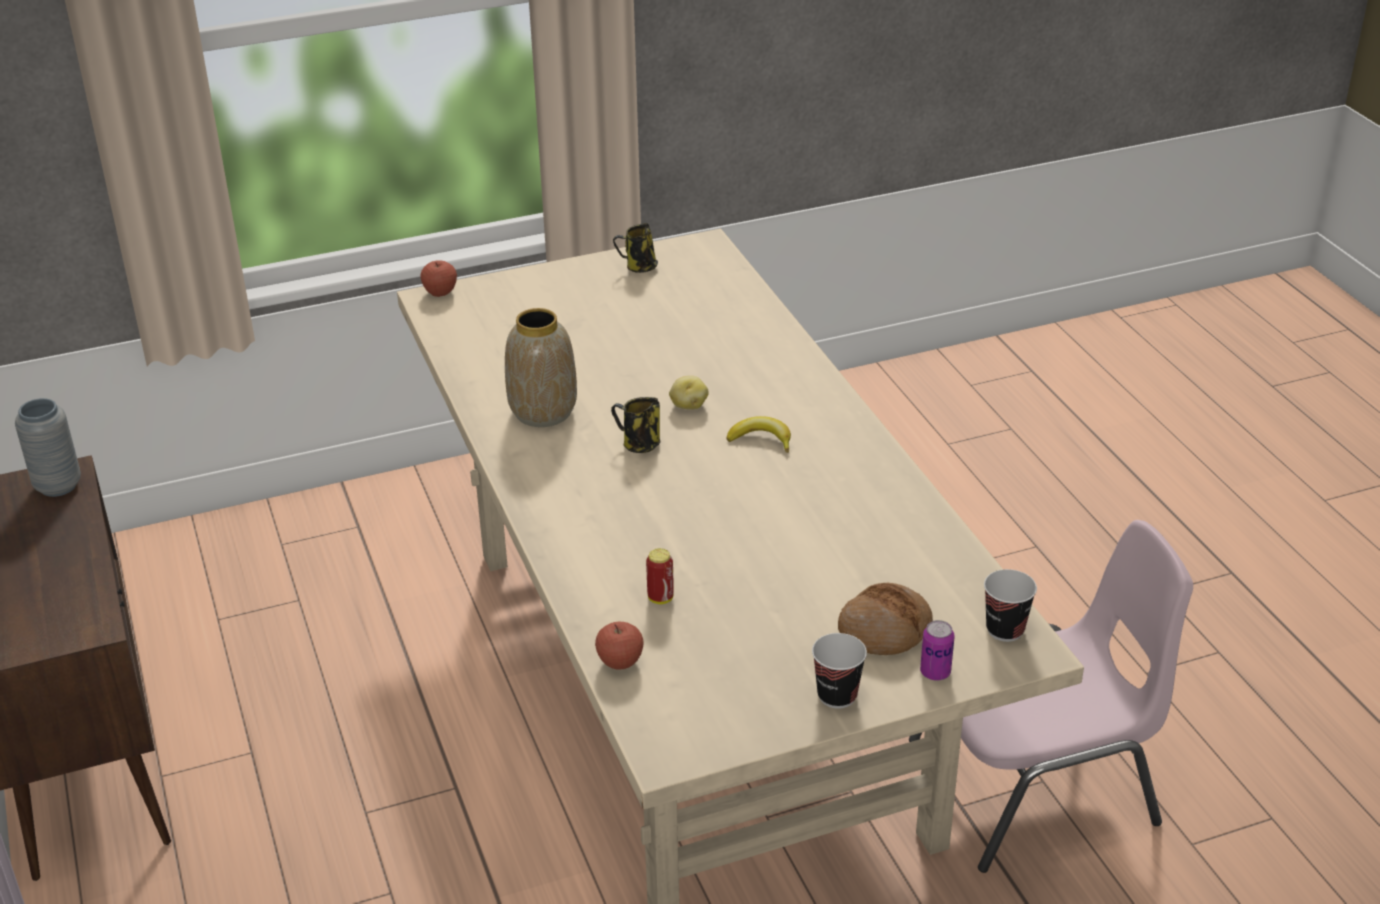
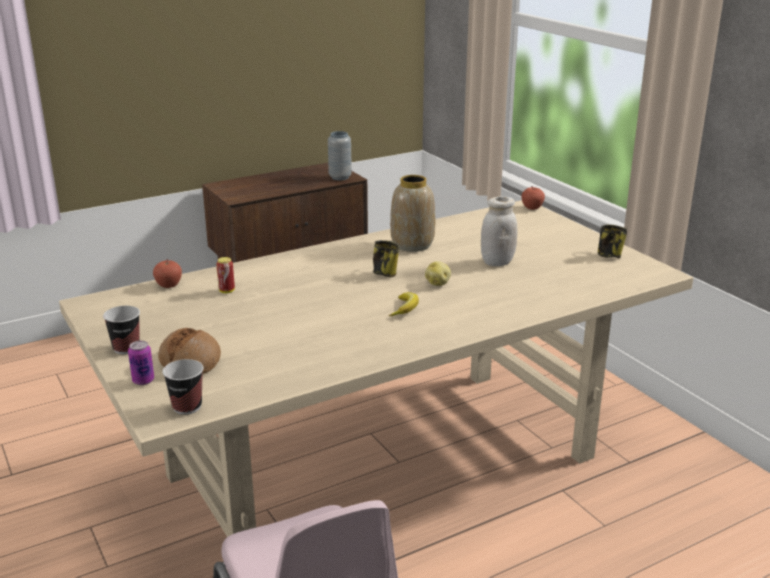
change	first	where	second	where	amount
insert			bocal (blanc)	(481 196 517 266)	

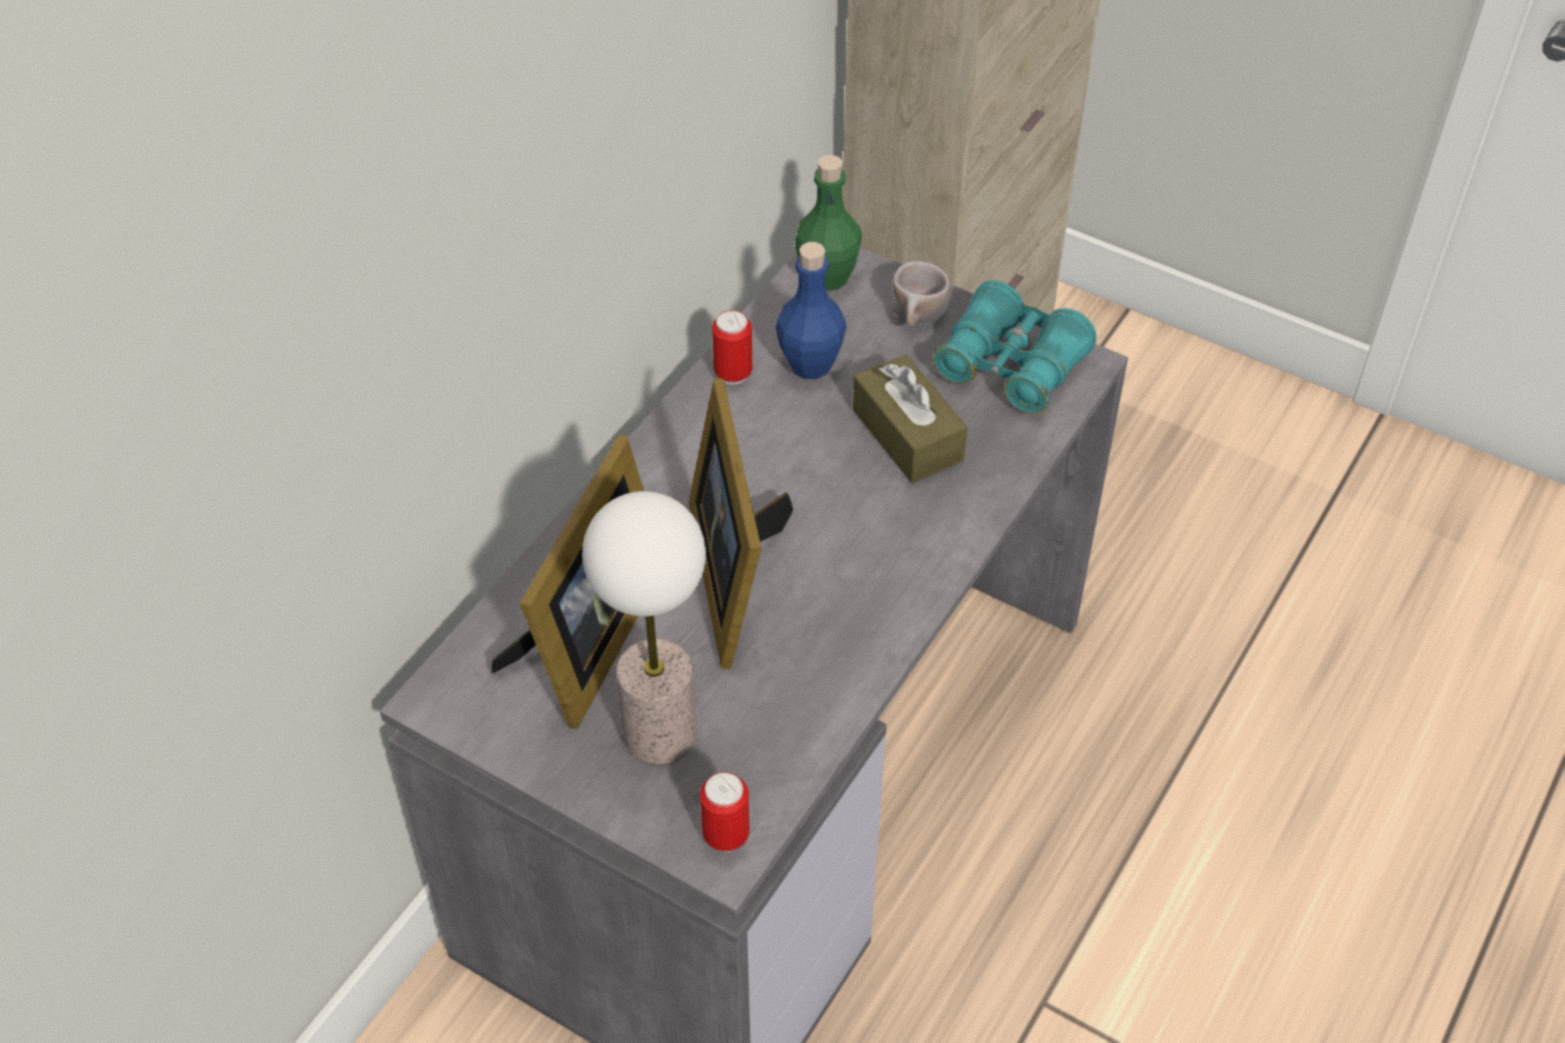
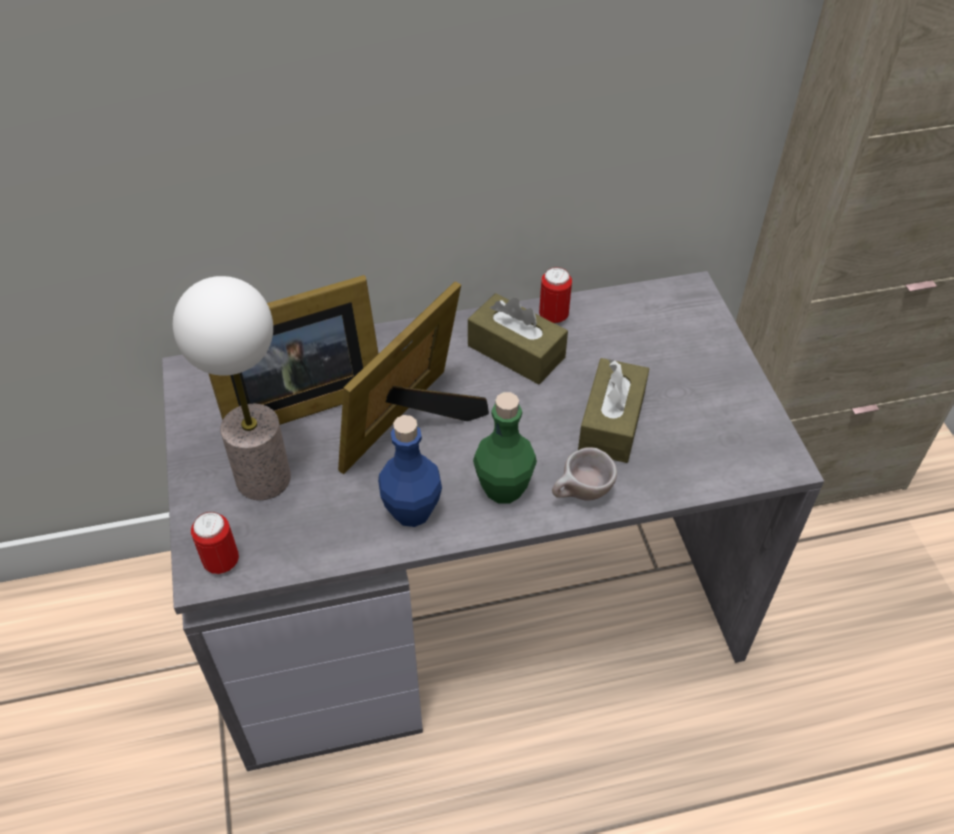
change	first	where	second	where	amount
delete	jumelles (turquoise)	(932 280 1096 414)			
insert			boîte à mouchoirs (marron)	(468 293 568 384)	
move	bouteille (bleu)	(776 242 847 379)		(378 415 442 527)	
move	bouteille (vert)	(795 155 862 291)		(473 392 537 504)	
move	tasse (beige)	(893 261 950 326)		(552 448 617 501)	

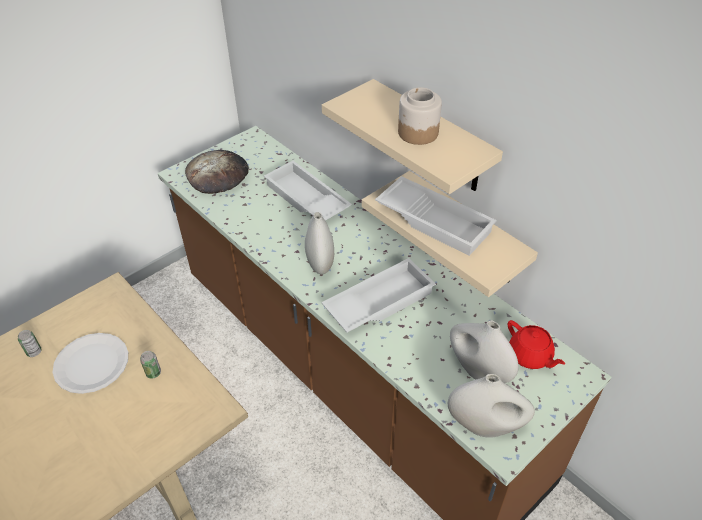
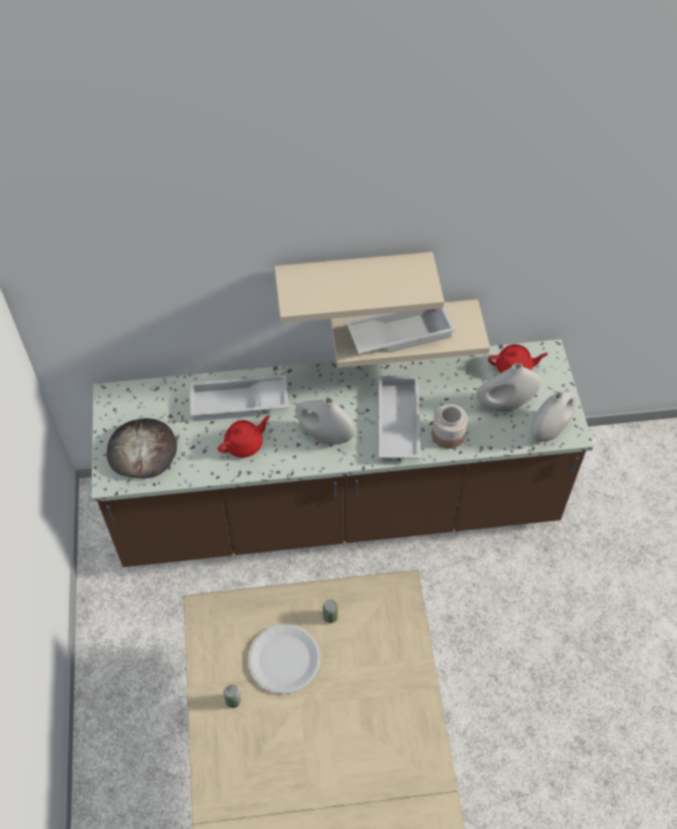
change	first	where	second	where	amount
insert			théière (rouge)	(218 416 270 458)	
move	bocal	(398 87 442 145)		(432 404 468 449)	

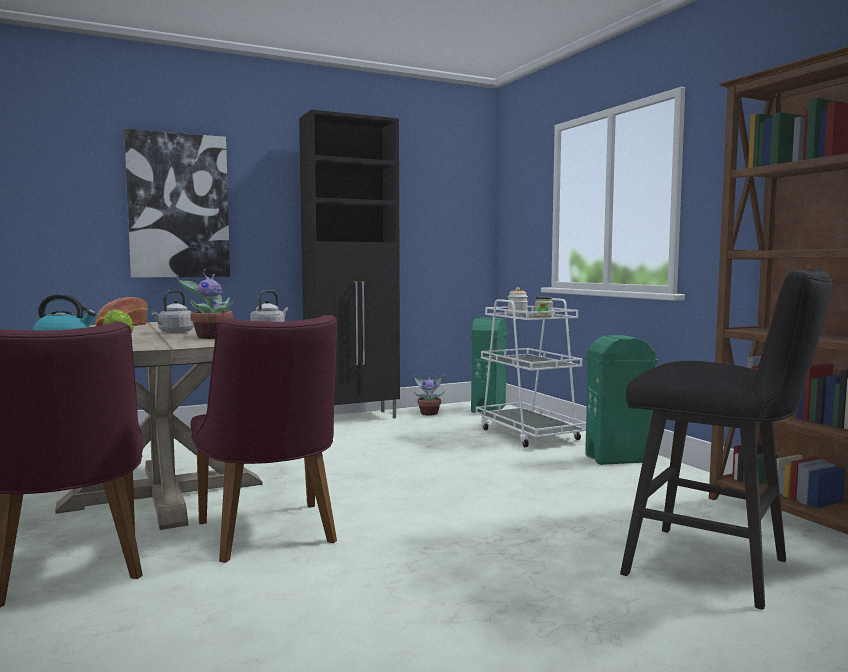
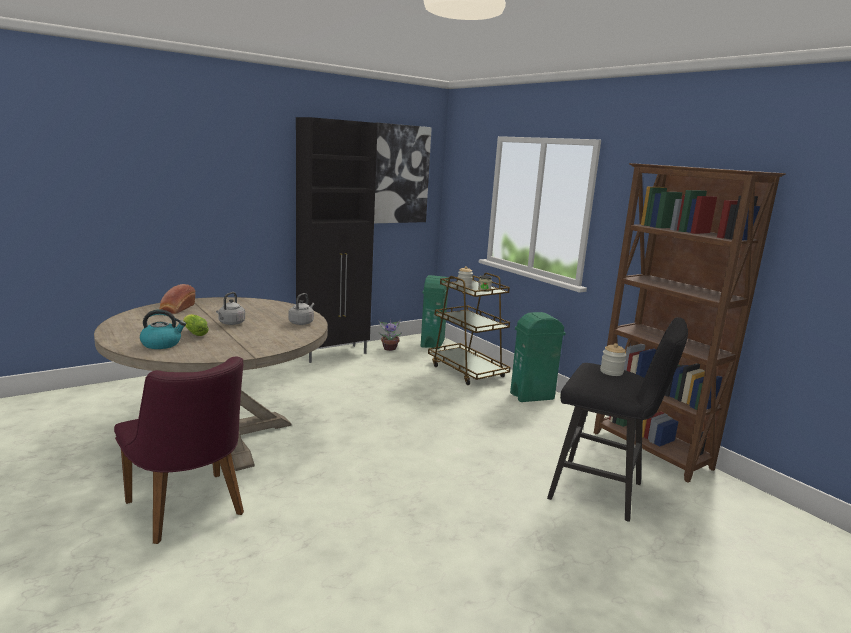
change	first	where	second	where	amount
delete	plante en pot	(176 269 233 339)			
delete	chaise (violet)	(190 315 337 563)			
insert			bocal	(600 343 626 376)	
move	tableau	(124 129 230 278)		(374 123 432 223)	
recolor	chariot (blanc)	(476 298 586 447)	chariot (marron)	(428 273 511 385)	

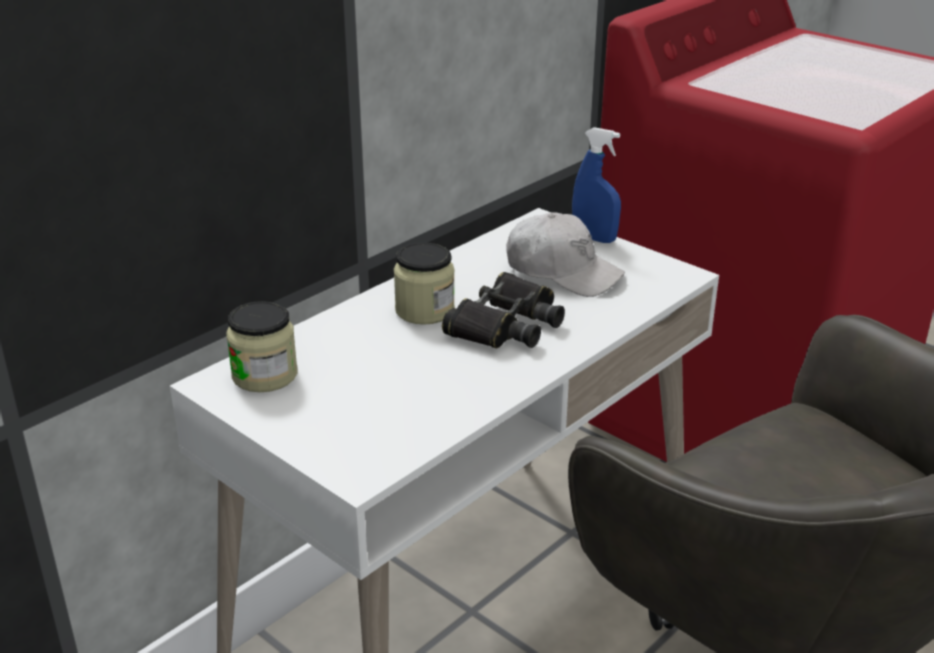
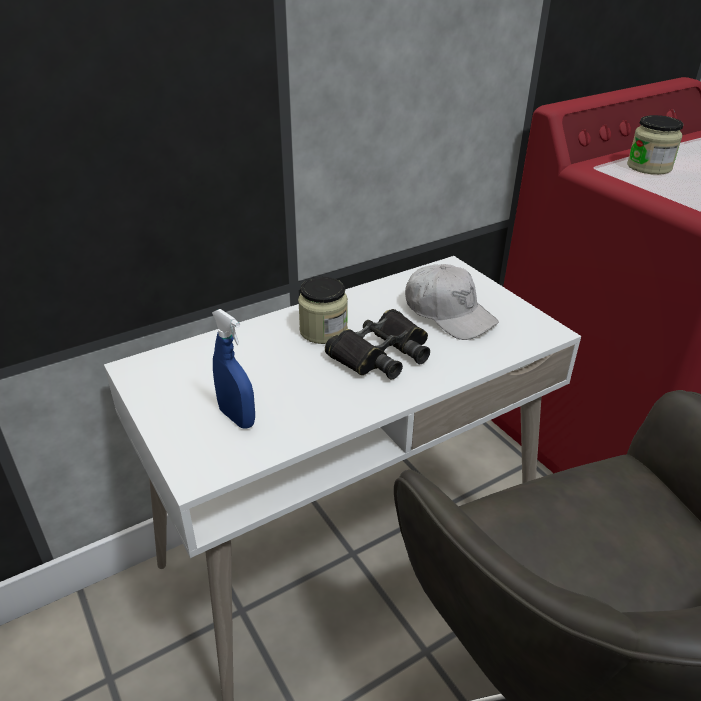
change	first	where	second	where	amount
move	bocal	(226 301 298 392)		(627 115 684 175)	
move	vaporisateur (bleu)	(572 127 621 243)		(212 309 255 428)	

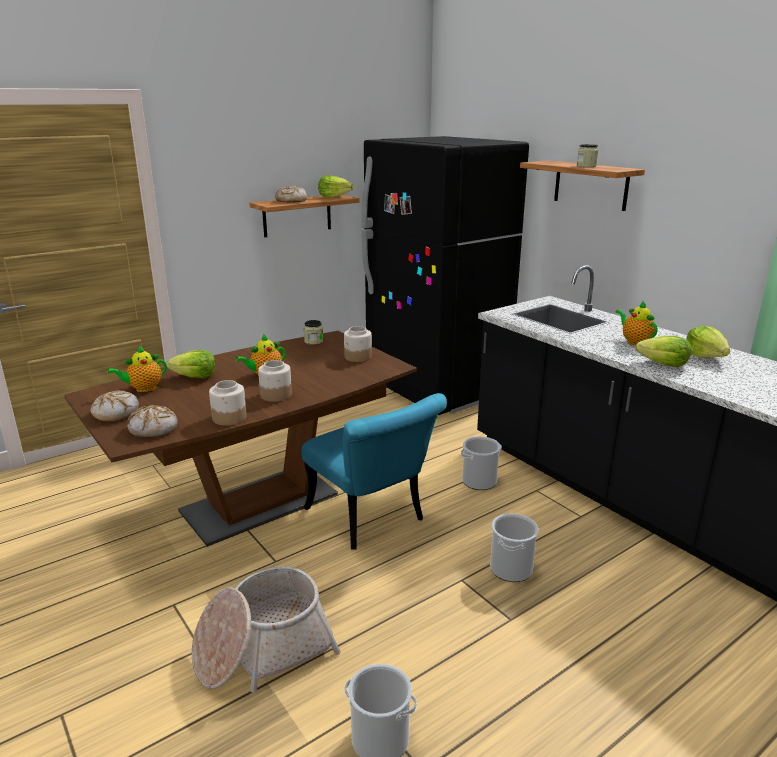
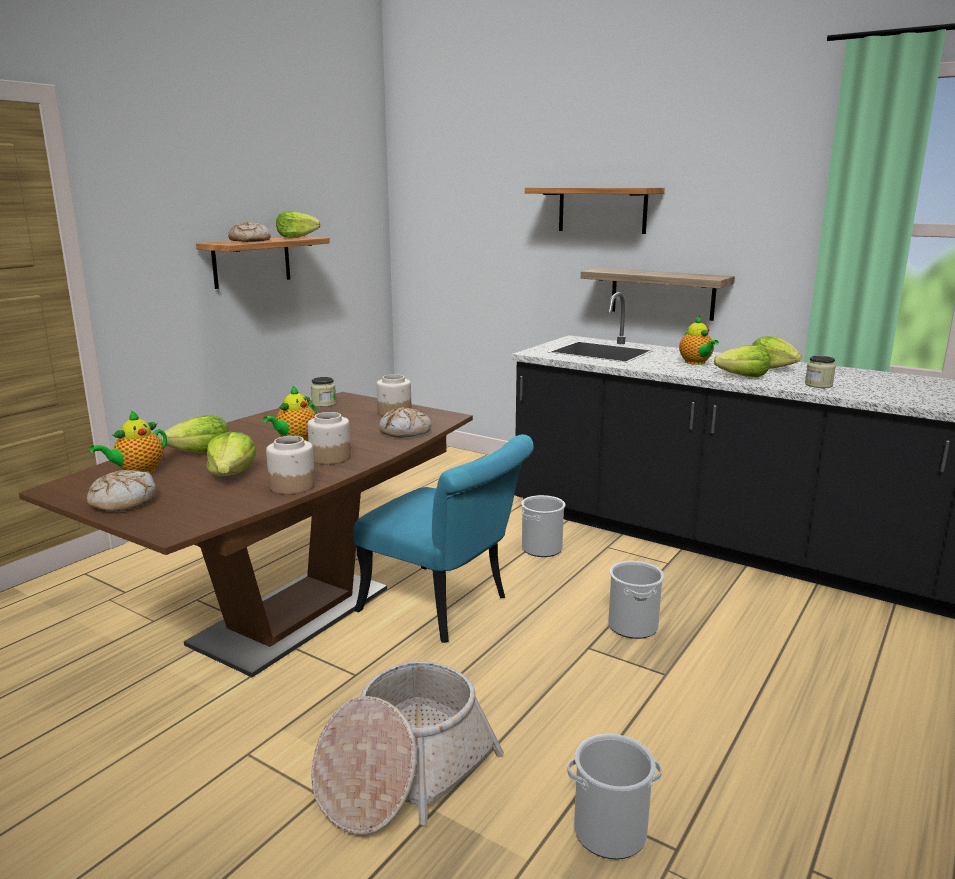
change	first	where	second	where	amount
delete	réfrigérateur (noir)	(361 136 529 415)			
insert			laitue	(206 432 256 476)	
insert			étagère	(581 268 735 321)	
move	pain	(127 405 178 437)		(379 407 431 438)	
move	bocal	(577 144 598 167)		(805 356 836 388)	
rotate	théière	(615 301 658 346)		(679 316 719 365)	150 degrees counterclockwise

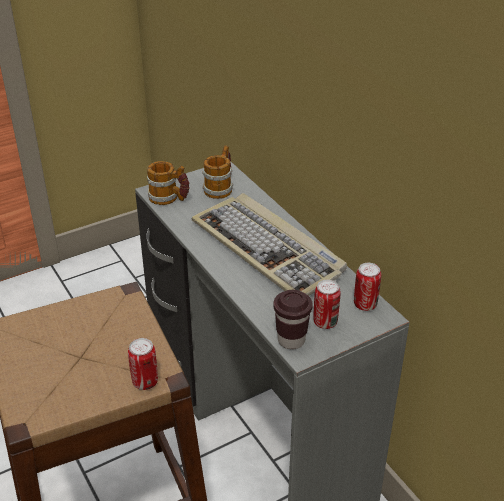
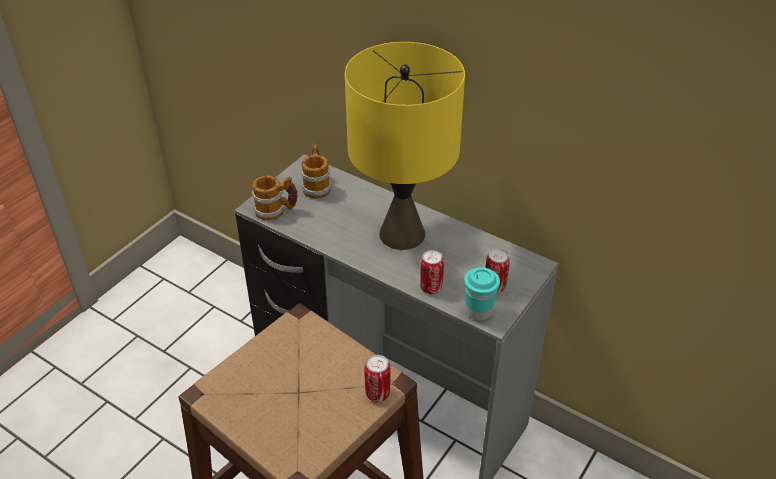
change	first	where	second	where	amount
move	boîte métallique	(354 263 381 311)		(420 250 444 294)	
replace	clavier	(192 193 347 296)	lampe de table (jaune)	(345 42 465 250)	
recolor	tasse (marron)	(273 290 313 349)	tasse (turquoise)	(464 267 500 321)	

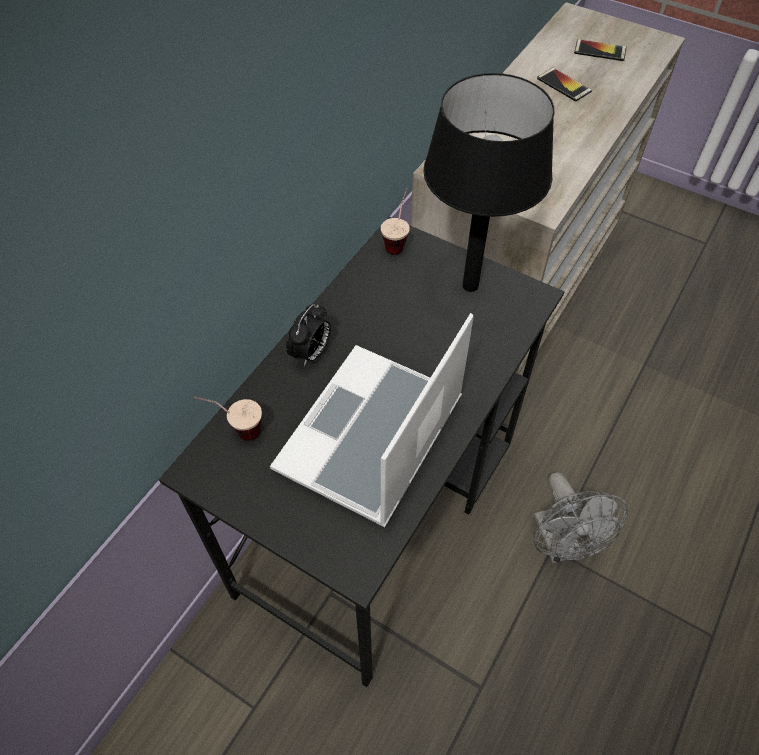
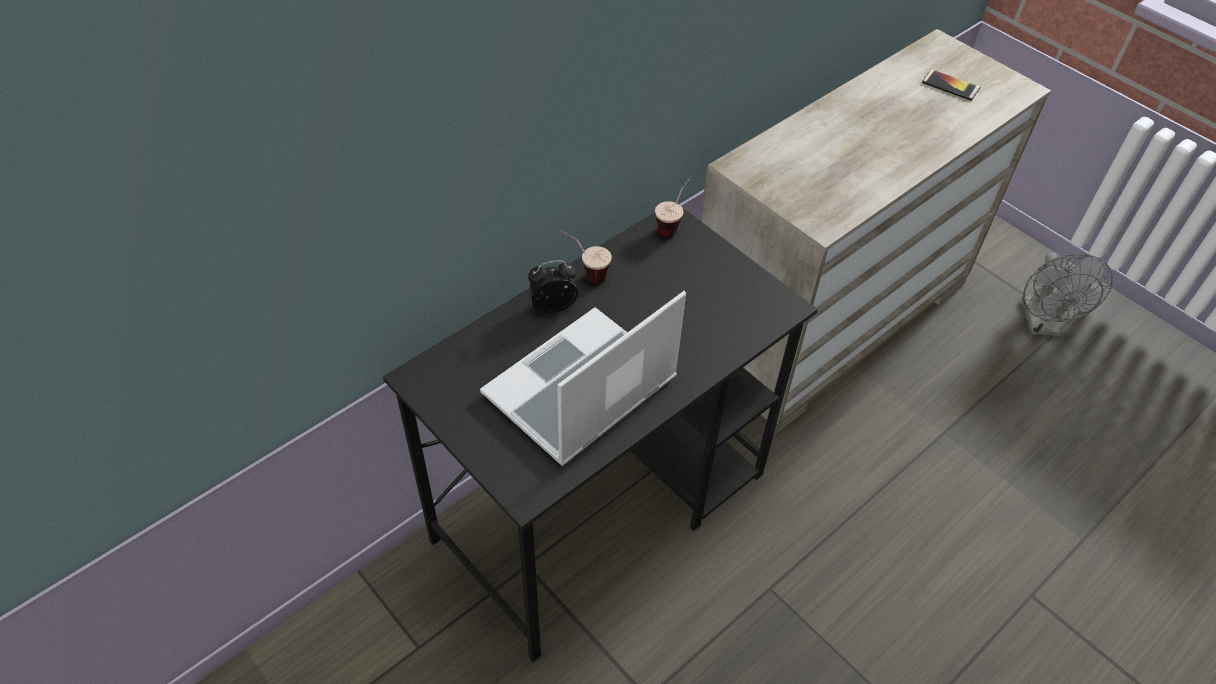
change	first	where	second	where	amount
delete	lampe de table (noir)	(423 73 554 292)			
delete	téléphone	(537 68 592 101)			
move	tasse	(194 396 262 441)		(560 231 612 284)	
move	ventilateur (gris)	(534 472 628 564)		(1021 253 1113 336)	
rotate	réveil	(286 304 331 366)		(528 260 578 313)	150 degrees counterclockwise

